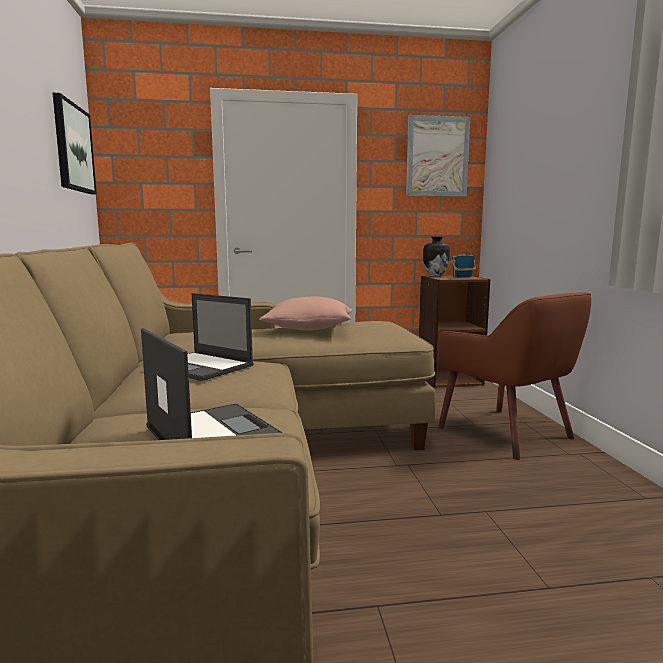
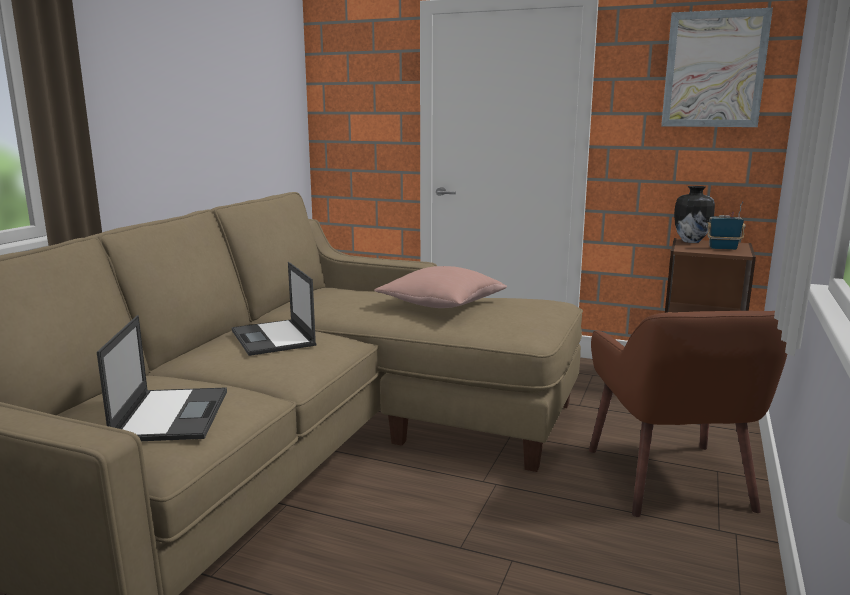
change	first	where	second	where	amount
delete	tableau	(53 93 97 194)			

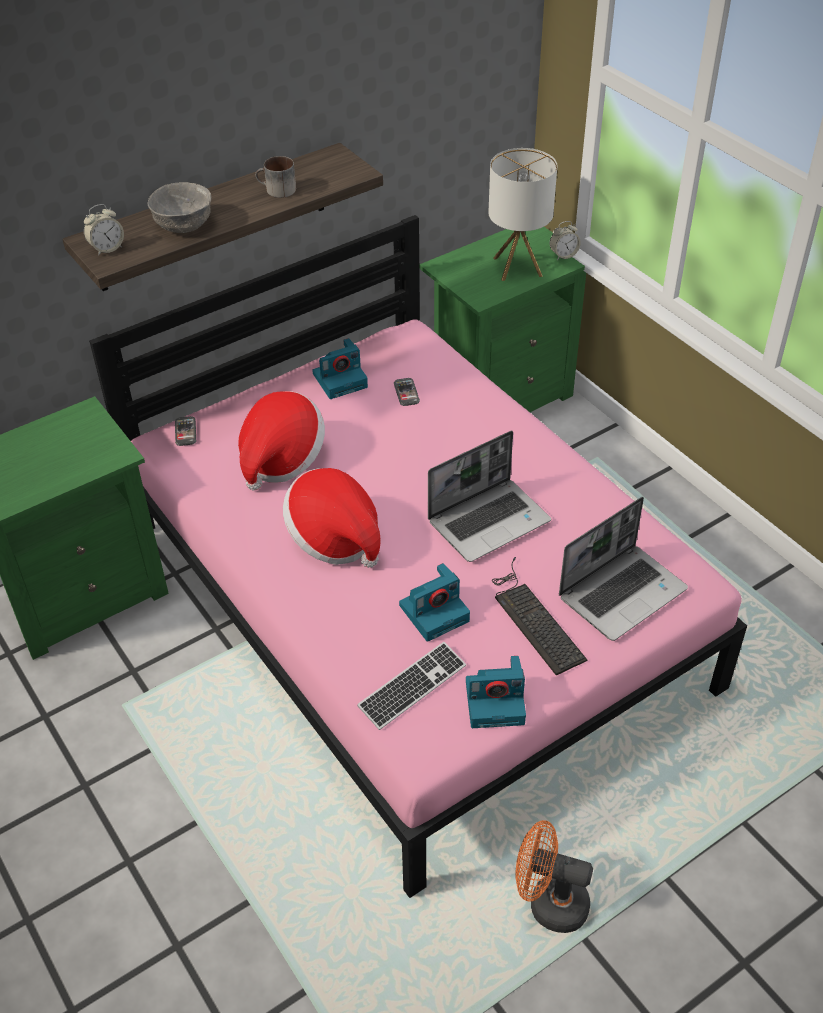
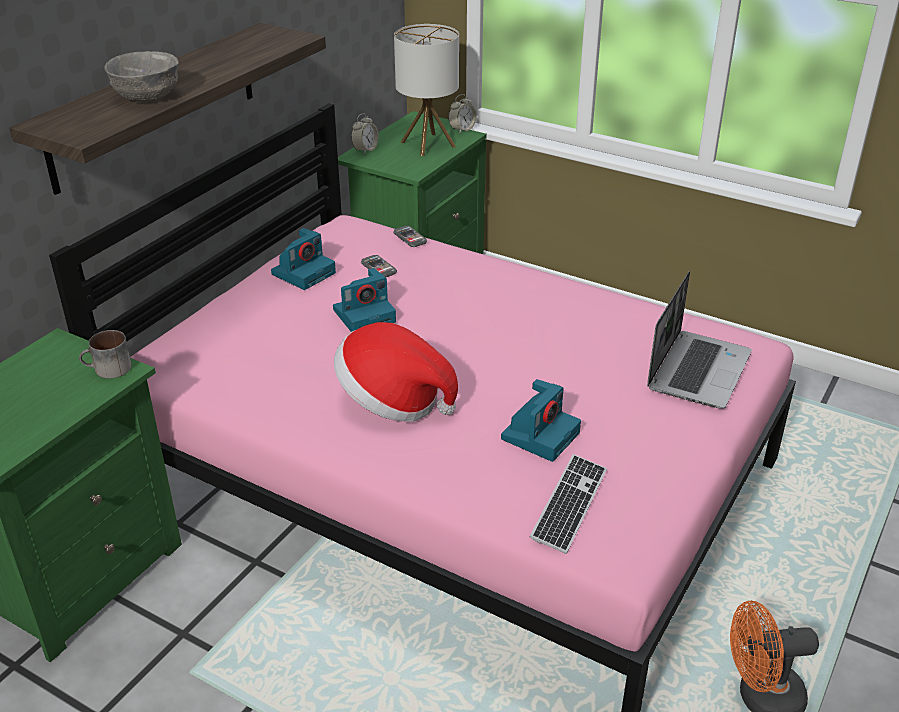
change	first	where	second	where	amount
delete	chapeau	(238 391 325 491)			
delete	ordinateur portable	(428 431 551 562)			
delete	clavier	(492 557 587 675)			
move	réveil	(84 204 124 256)		(351 113 379 155)	
move	téléphone	(175 416 196 446)		(393 226 427 247)	
move	mug	(255 156 296 198)		(79 330 132 379)	
move	appareil photo	(466 656 526 728)		(333 268 396 332)	

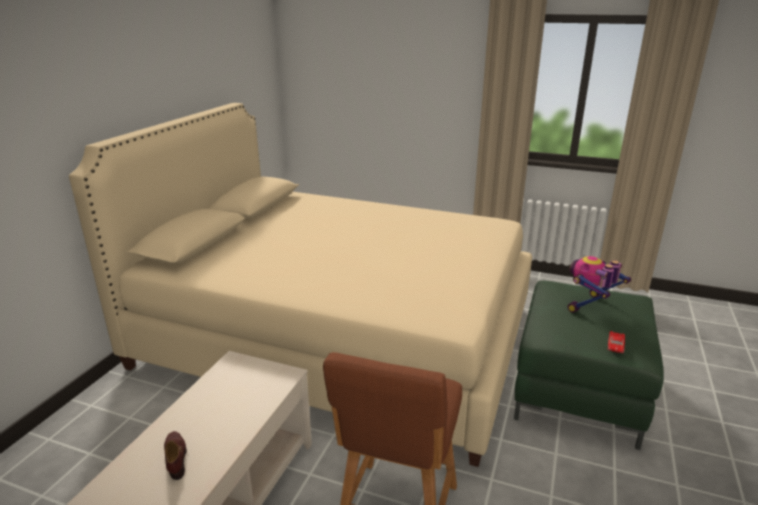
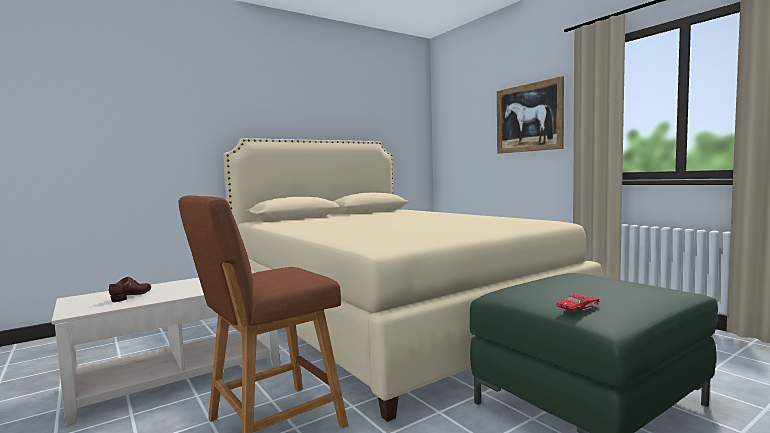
change	first	where	second	where	amount
delete	robot jouet	(568 256 631 313)			
insert			tableau	(497 76 564 154)	

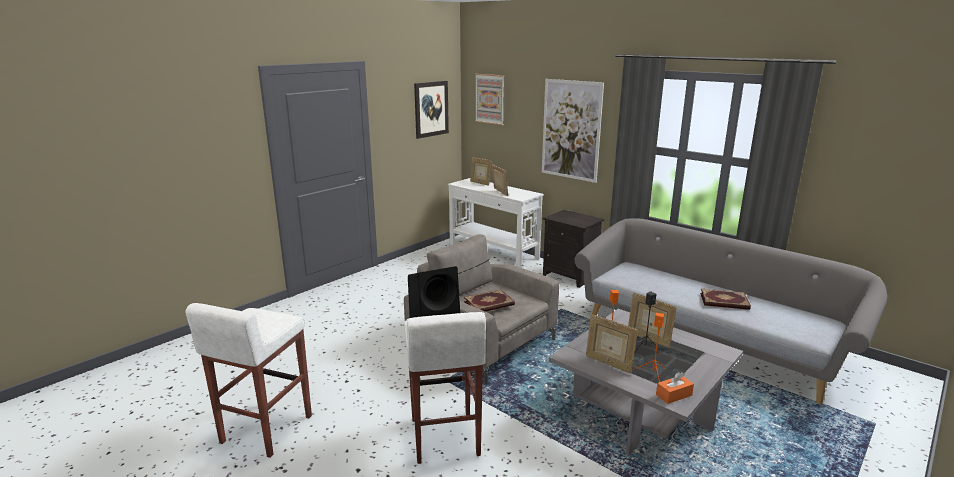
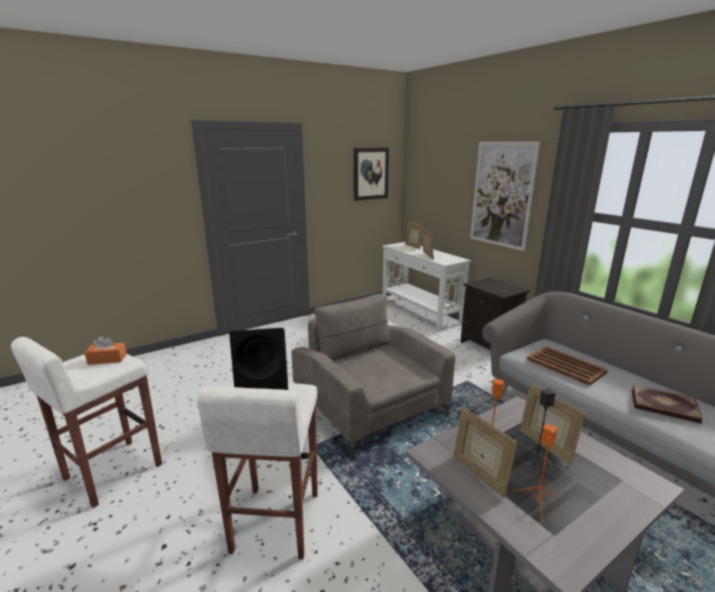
change	first	where	second	where	amount
delete	livre	(464 289 515 312)			
delete	tableau	(475 74 504 125)			
insert			plateau (marron)	(527 346 608 386)	
move	boîte à mouchoirs (orange)	(656 372 694 404)		(84 336 127 365)	

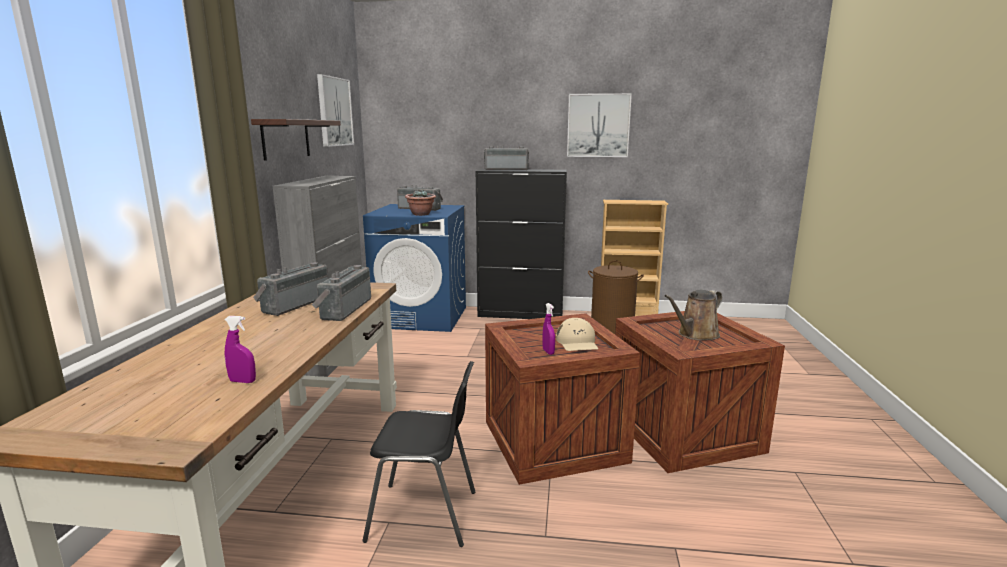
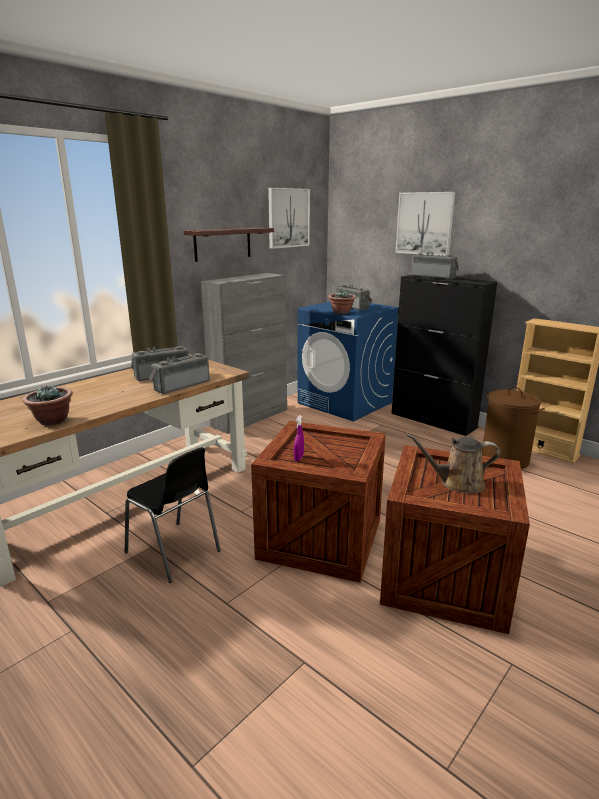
change	first	where	second	where	amount
delete	casquette (beige)	(556 318 598 351)			
move	tableau	(567 93 632 157)		(396 192 455 256)	
replace	vaporisateur (violet)	(224 316 256 383)	plante en pot	(23 385 73 426)	

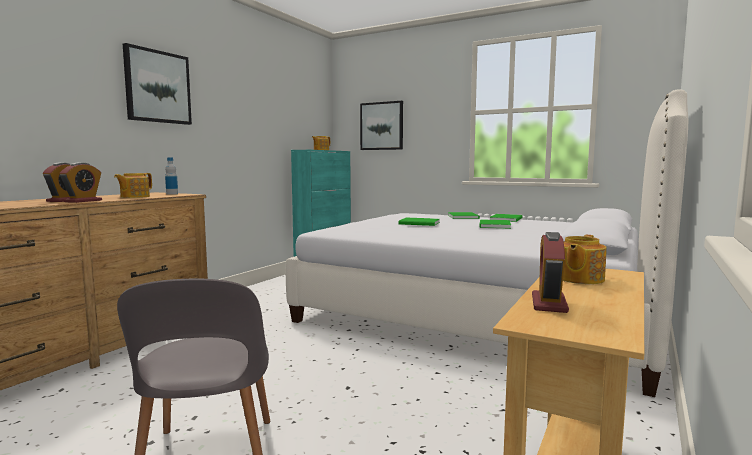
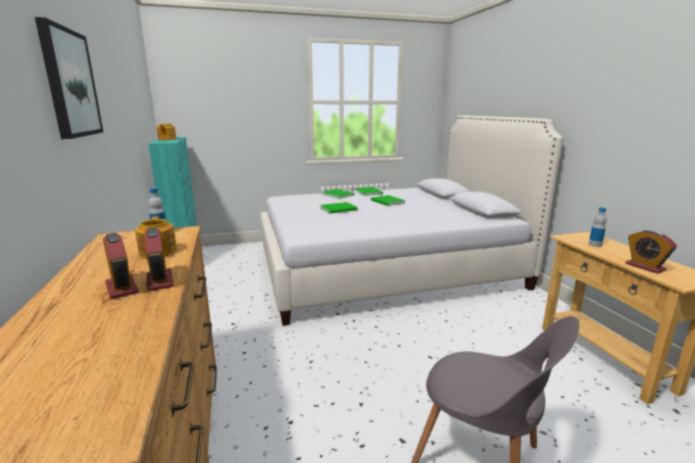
change	first	where	second	where	amount
delete	tableau	(360 101 403 150)			
replace	théière	(563 235 607 284)	bouteille	(589 207 607 247)	

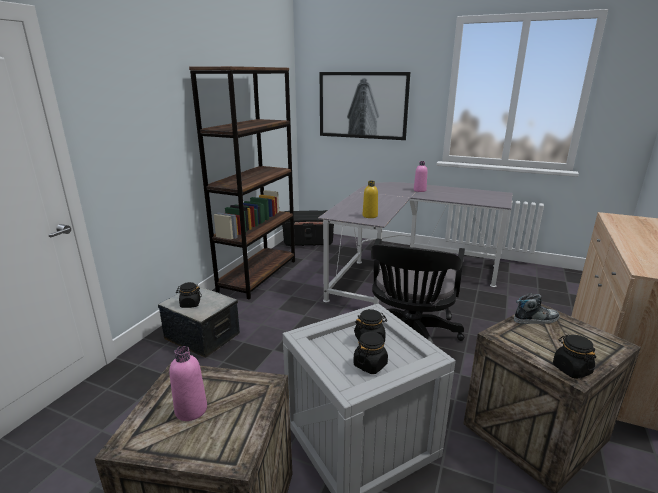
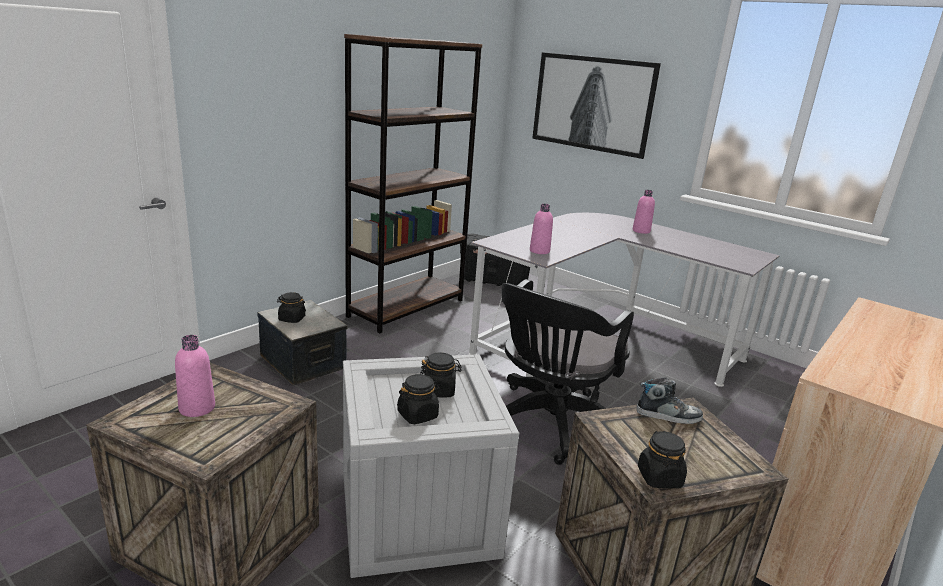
change	first	where	second	where	amount
recolor	bouteille (jaune)	(363 181 378 218)	bouteille (rose)	(530 204 553 254)	

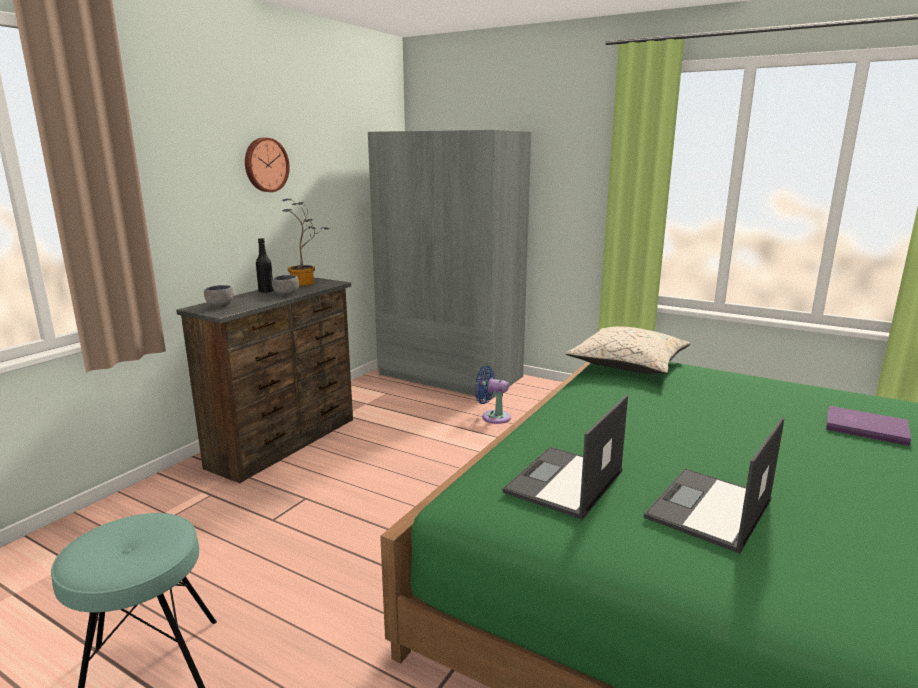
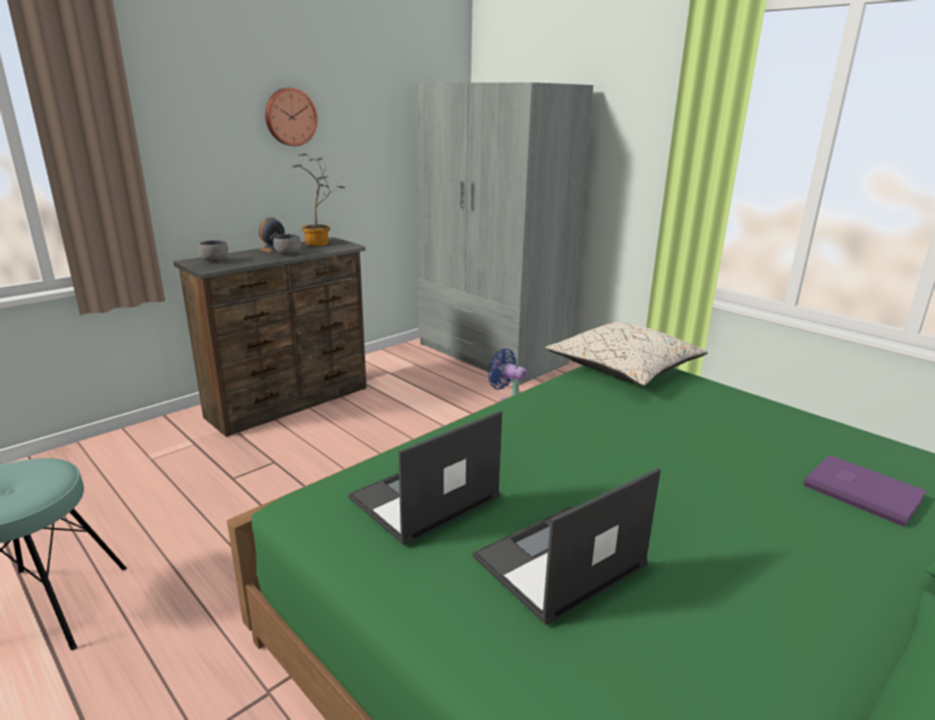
change	first	where	second	where	amount
replace	bouteille (noir)	(256 238 274 293)	réveil	(259 217 285 253)	

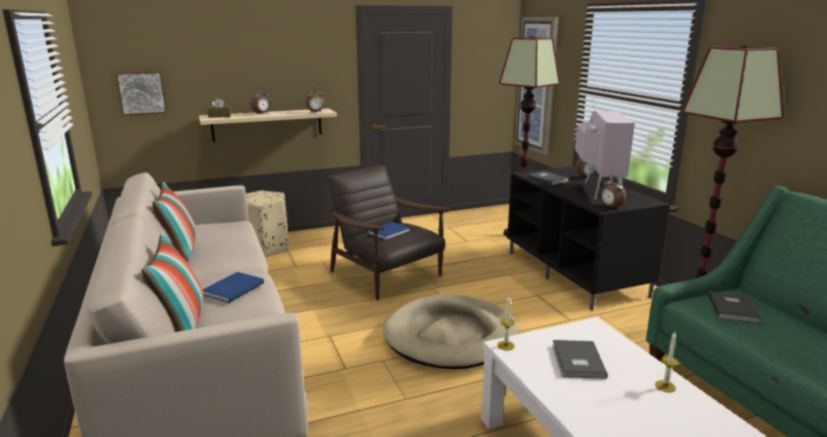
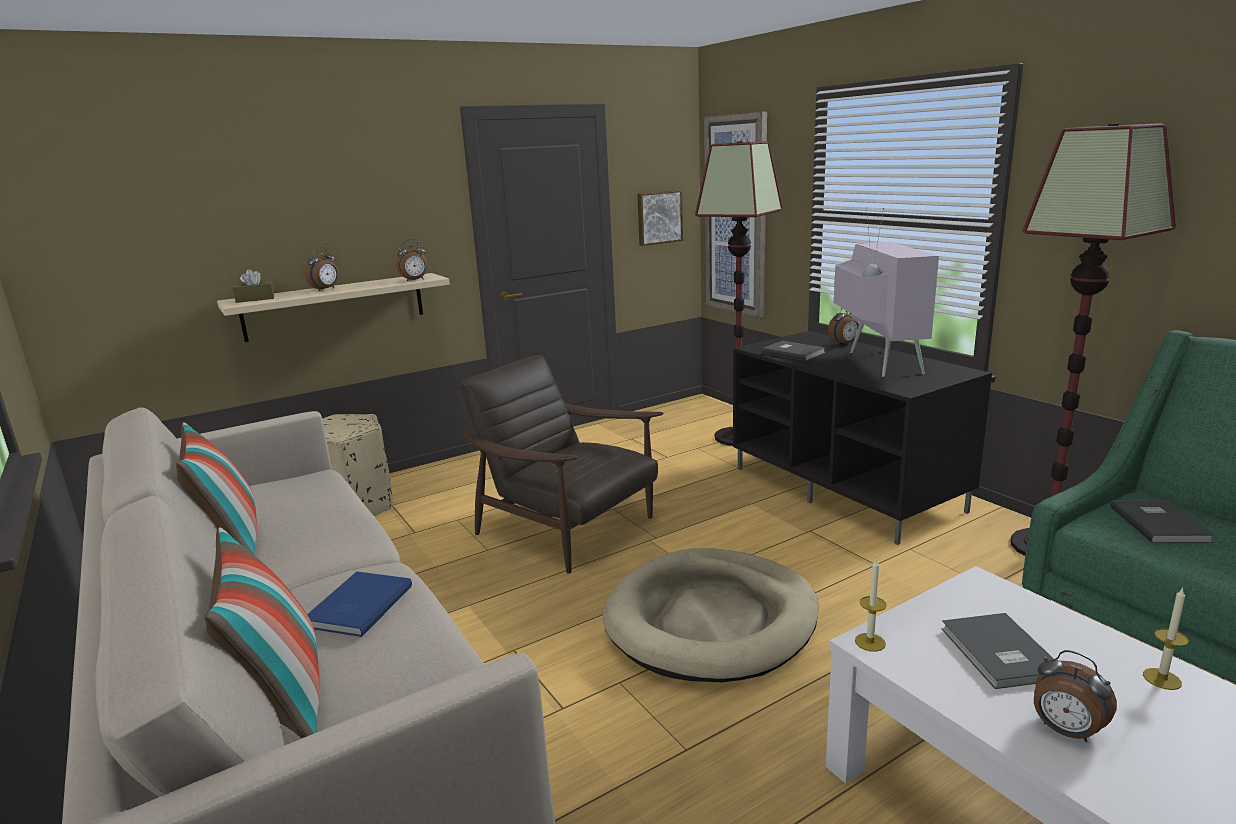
change	first	where	second	where	amount
delete	livre (bleu)	(368 222 410 240)			
move	tableau	(115 71 167 116)		(637 190 683 246)	
move	réveil	(600 176 626 209)		(1034 650 1117 742)	

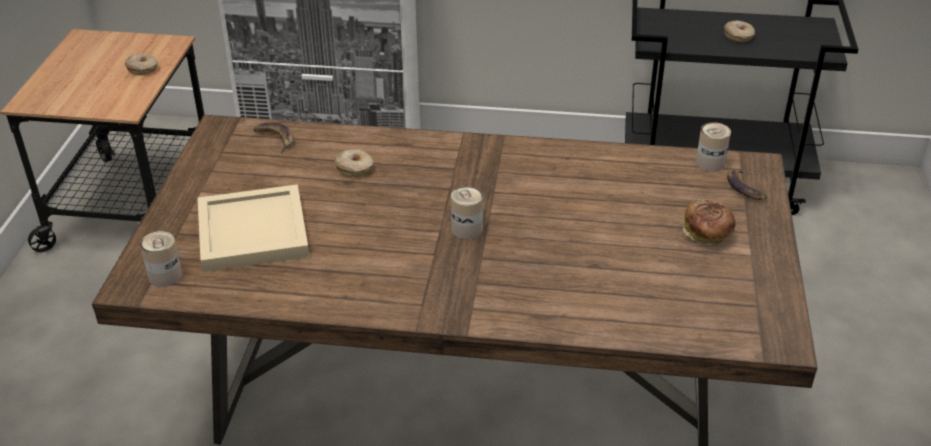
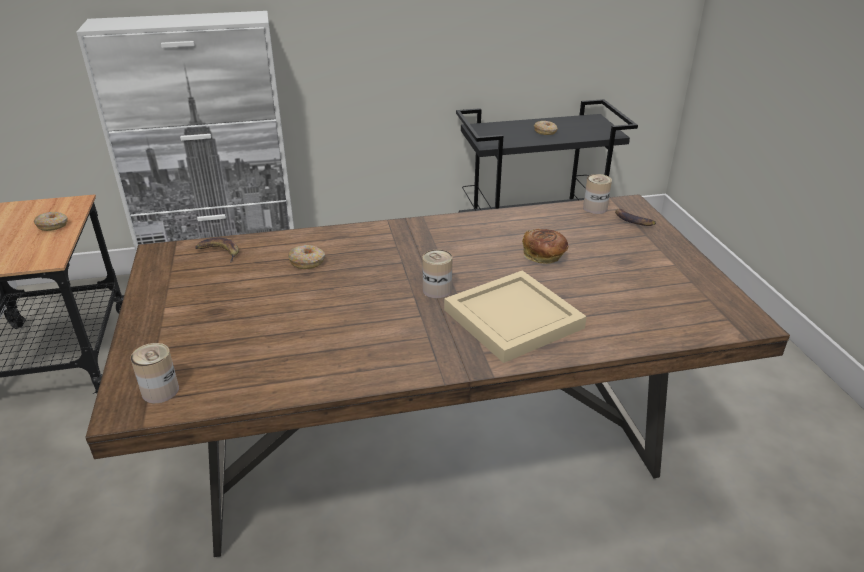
change	first	where	second	where	amount
move	plateau (beige)	(198 184 309 272)		(444 270 587 363)	
move	pain	(683 200 736 245)		(522 229 568 264)	

